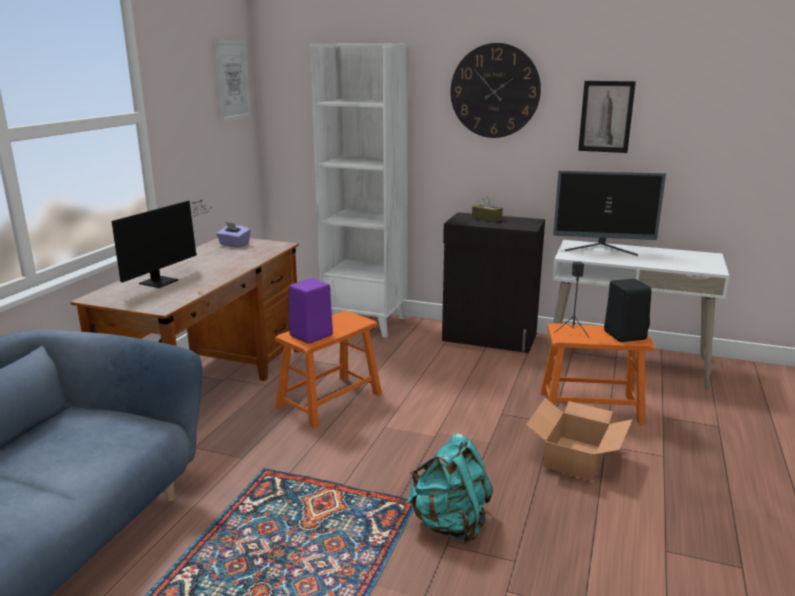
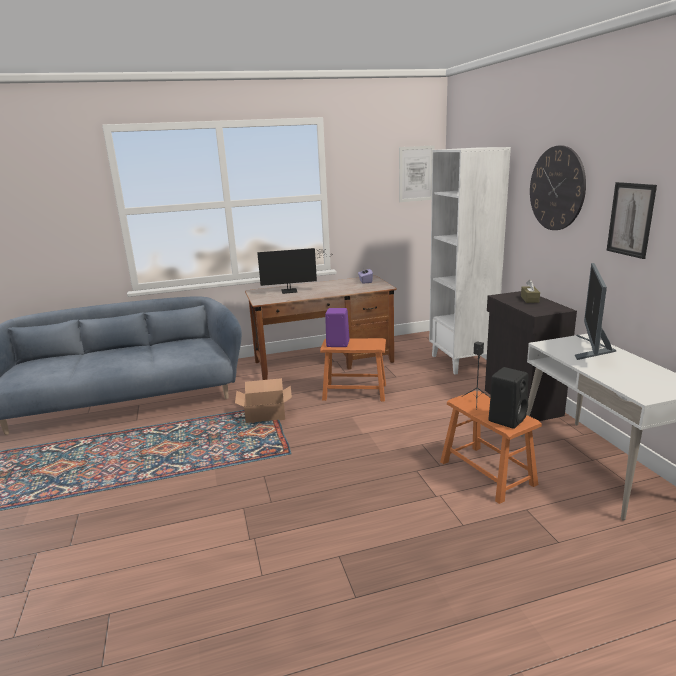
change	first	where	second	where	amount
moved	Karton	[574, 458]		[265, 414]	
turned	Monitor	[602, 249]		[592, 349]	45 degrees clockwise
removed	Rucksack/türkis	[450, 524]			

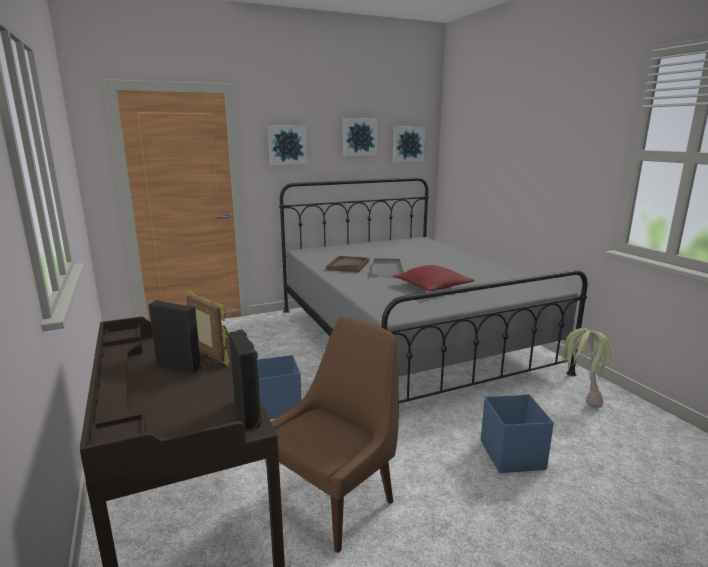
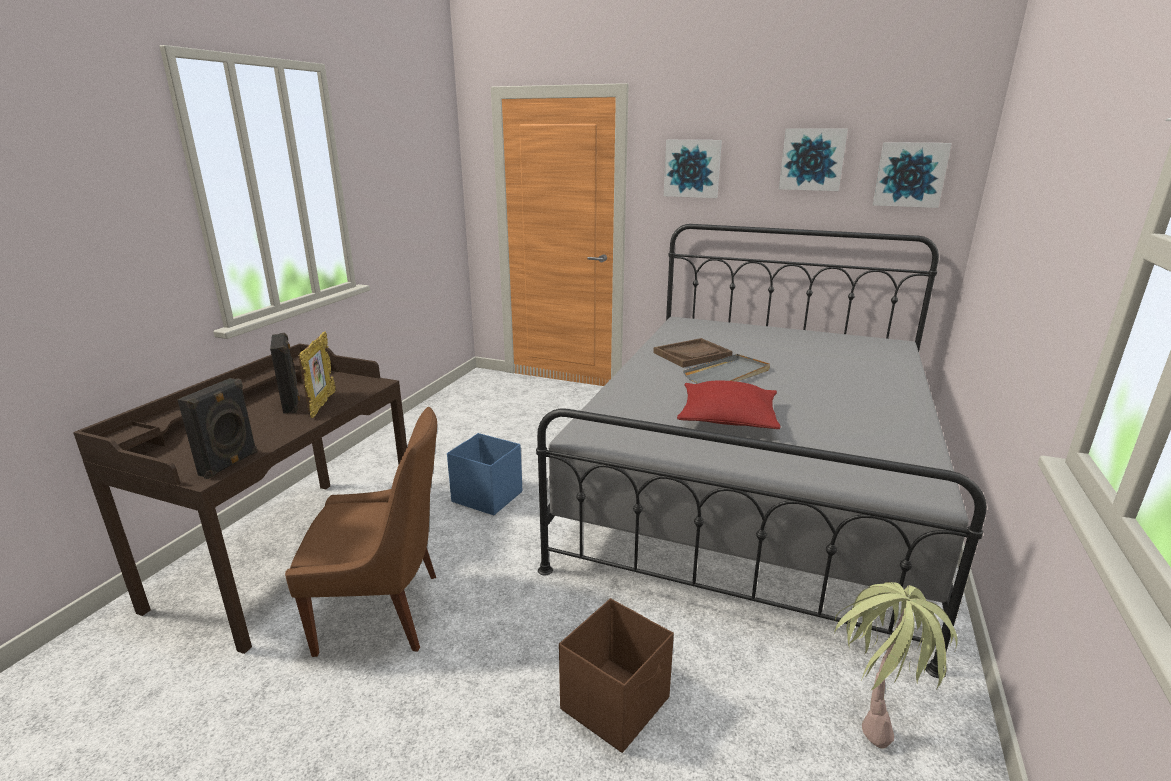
change	first	where	second	where	amount
recoloured	Aufbewahrungsbox/blau	[512, 454]	Aufbewahrungsbox/braun	[616, 703]	

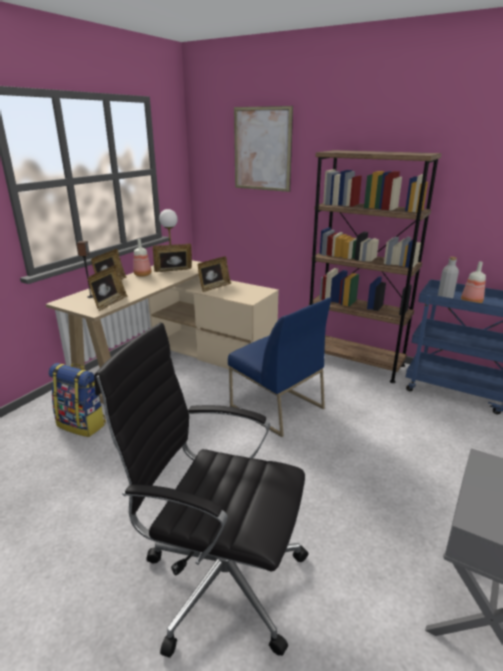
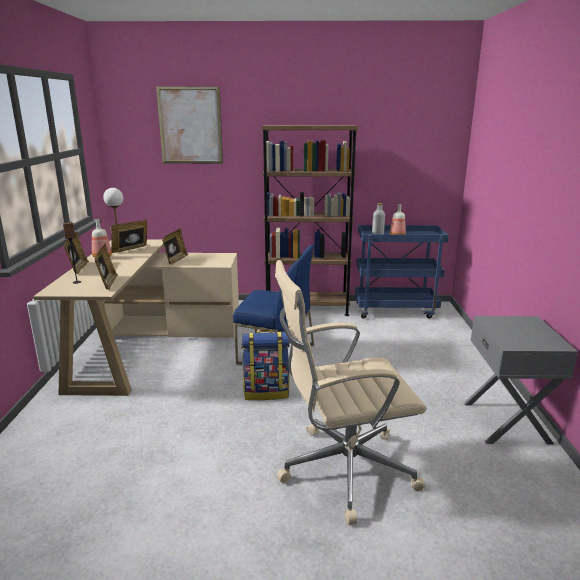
change	first	where	second	where	amount
moved	Rucksack	[82, 424]		[266, 392]	
recoloured	Bürostuhl/schwarz	[220, 578]	Bürostuhl/beige	[343, 470]	

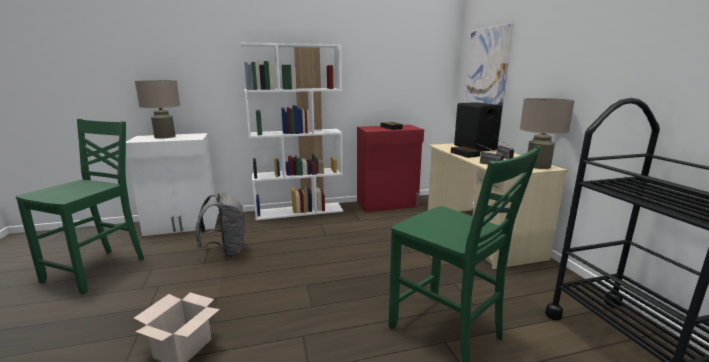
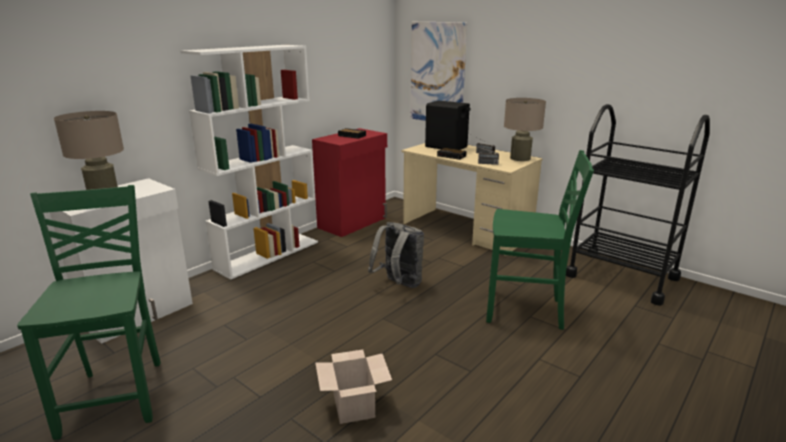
change	first	where	second	where	amount
moved	Rucksack/grau	[226, 251]		[398, 284]	

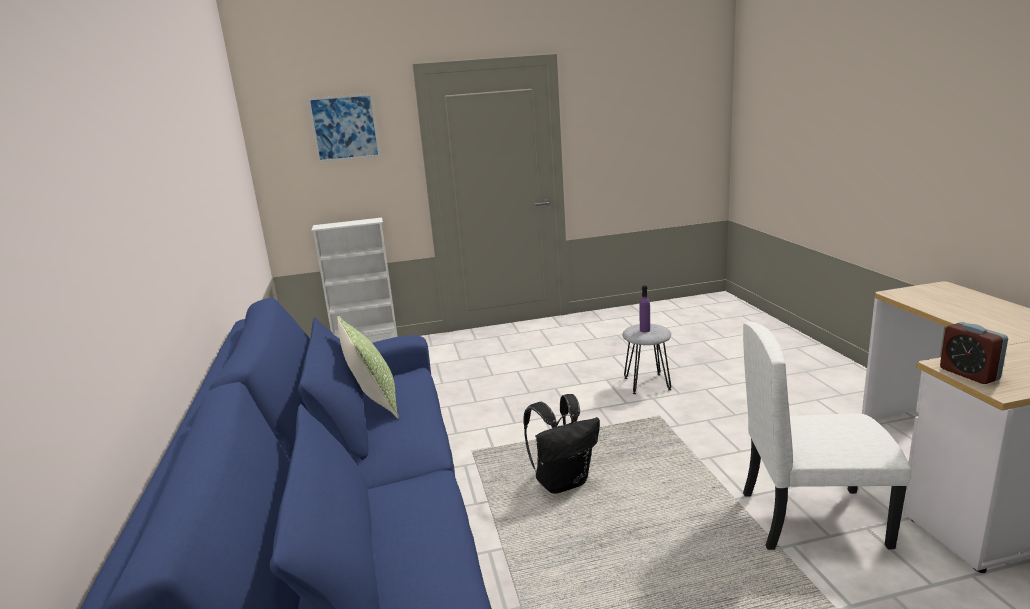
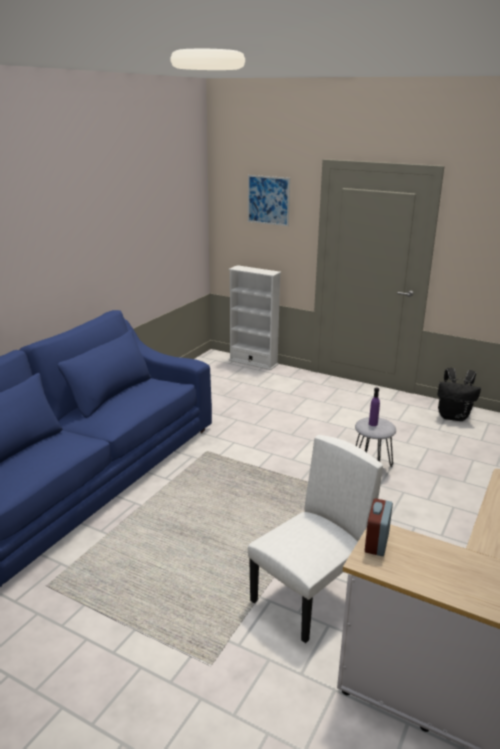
change	first	where	second	where	amount
turned	Stuhl/weiß	[812, 518]		[308, 598]	90 degrees clockwise
moved	Rucksack/schwarz	[563, 482]		[453, 416]	
removed	Kissen	[374, 402]			

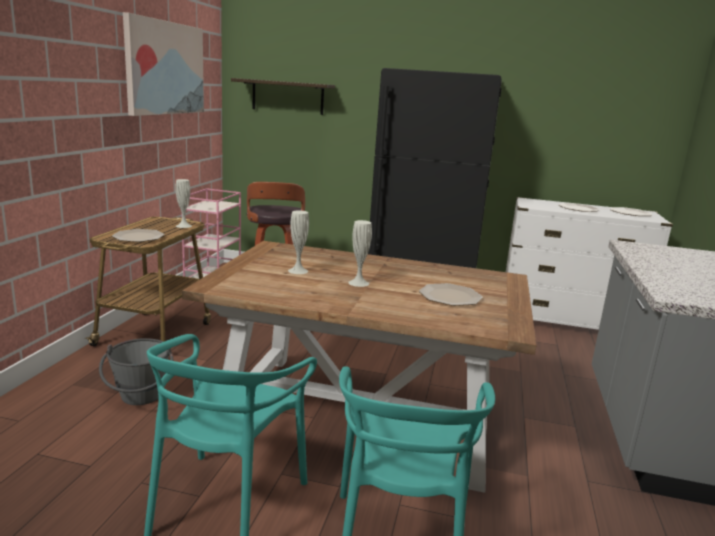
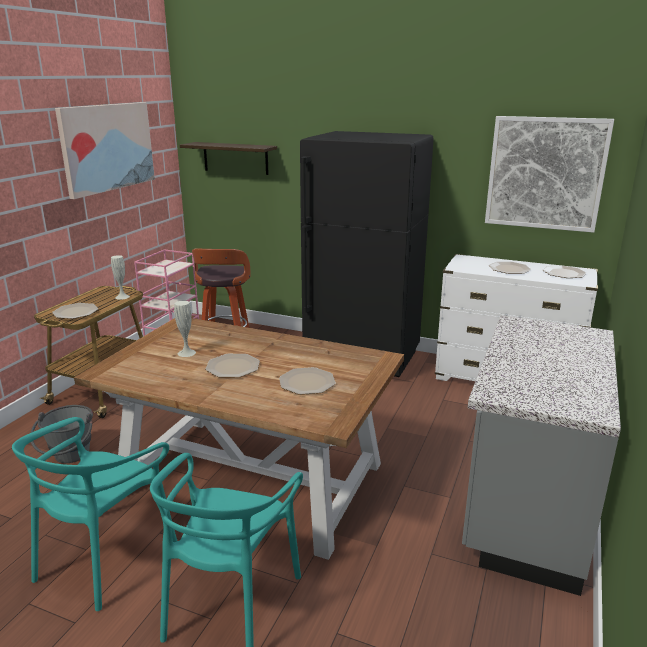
change	first	where	second	where	amount
replaced	Vase/weiß	[358, 283]	Teller	[232, 367]	
added			Bild	[545, 173]	

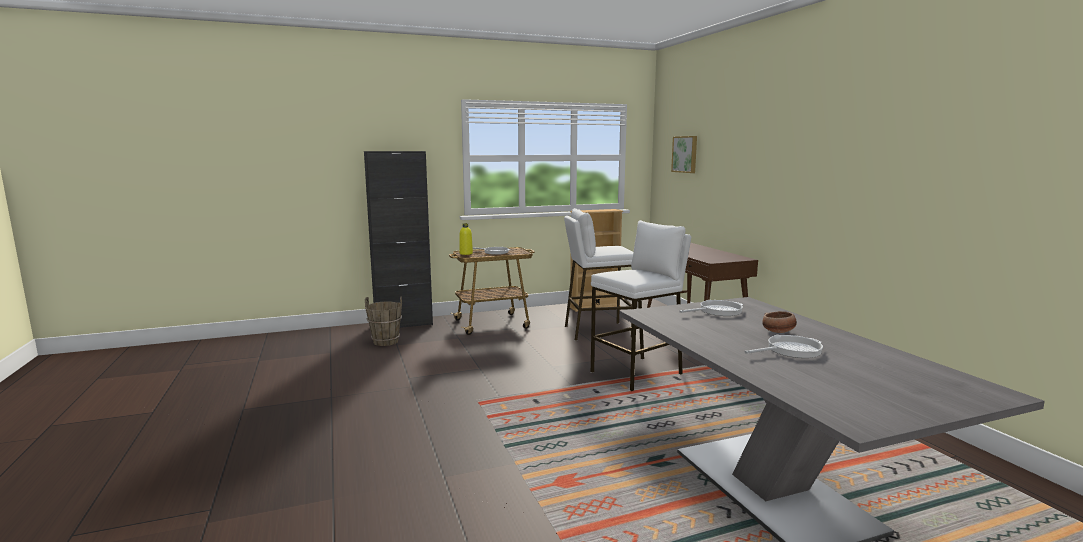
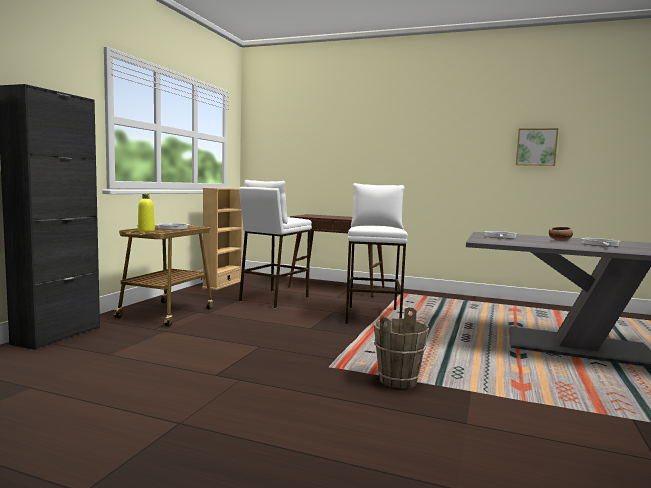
change	first	where	second	where	amount
moved	Eimer/braun	[386, 342]		[398, 381]	
moved	Bild	[685, 154]		[536, 147]	

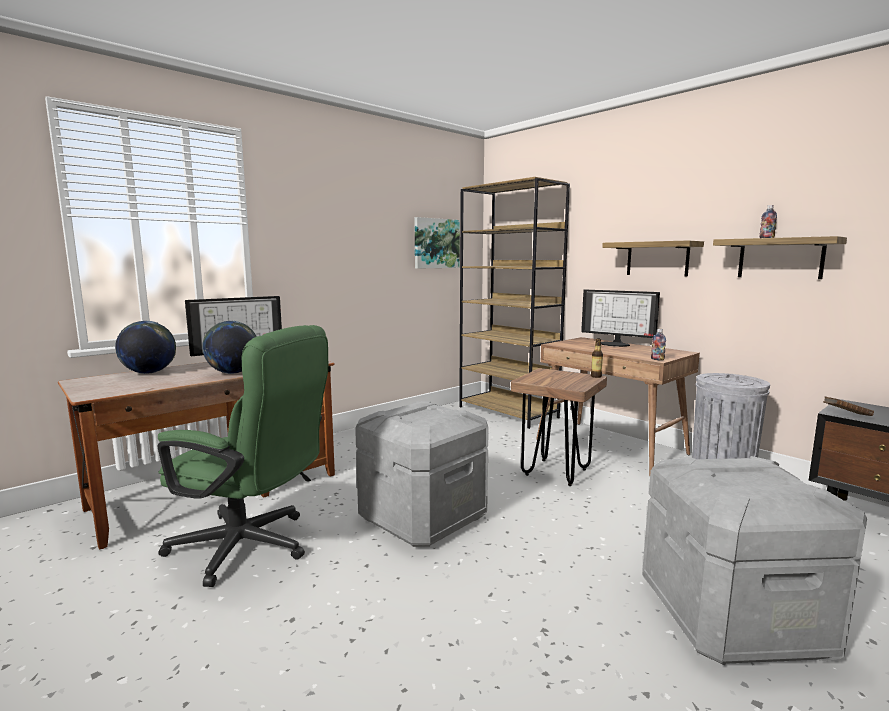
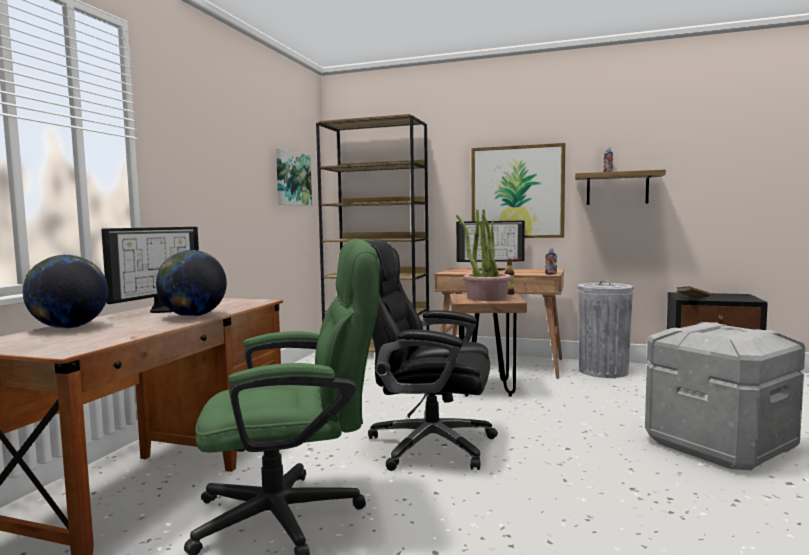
change	first	where	second	where	amount
replaced	Aufbewahrungsbox/grau	[423, 517]	Bürostuhl/schwarz	[427, 445]	
added			Topfpflanze	[486, 298]	
replaced	Wandregal	[657, 259]	Bild	[517, 192]	

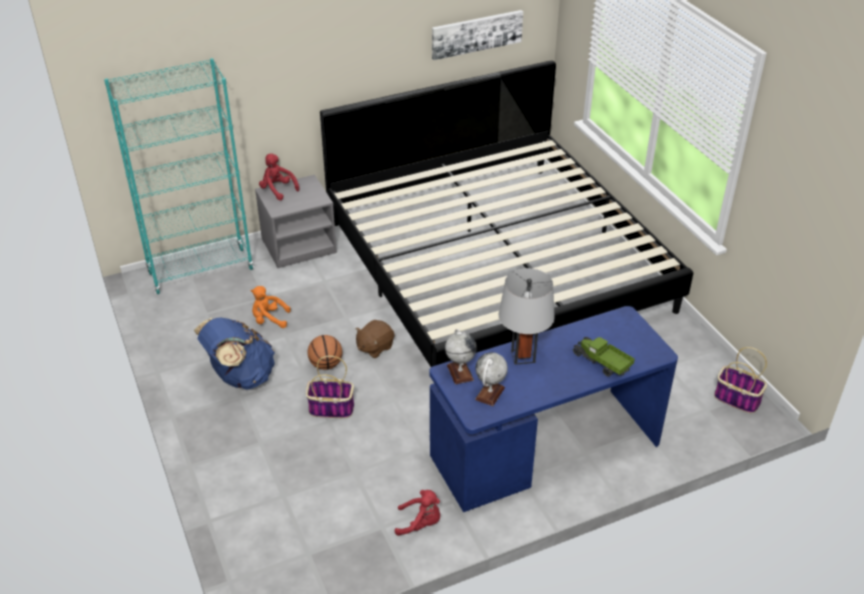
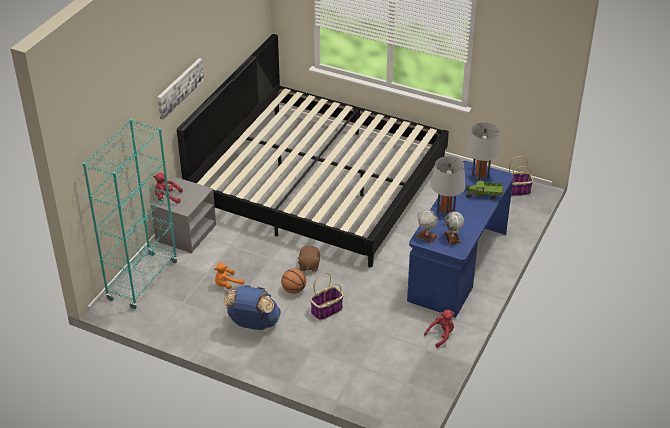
change	first	where	second	where	amount
moved	Bild	[476, 34]		[179, 87]	
added			Tischlampe/grau	[480, 177]	

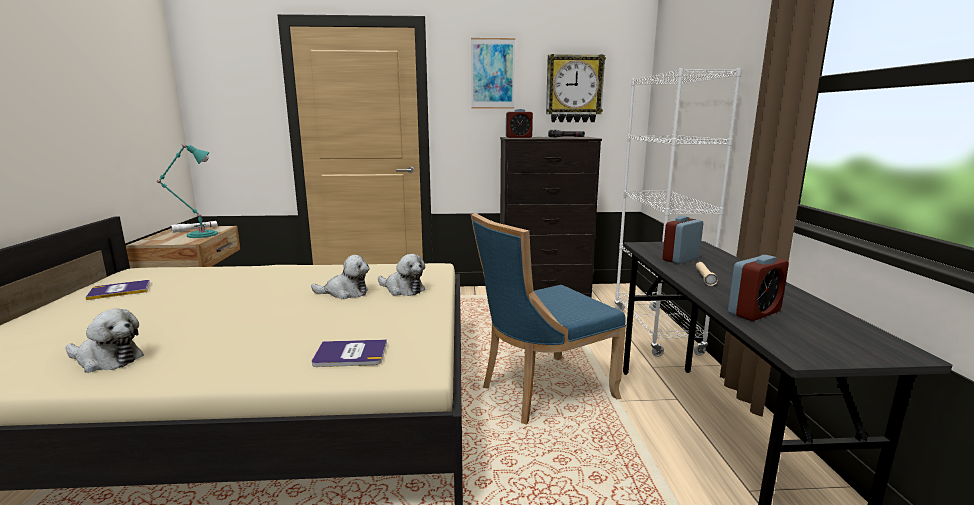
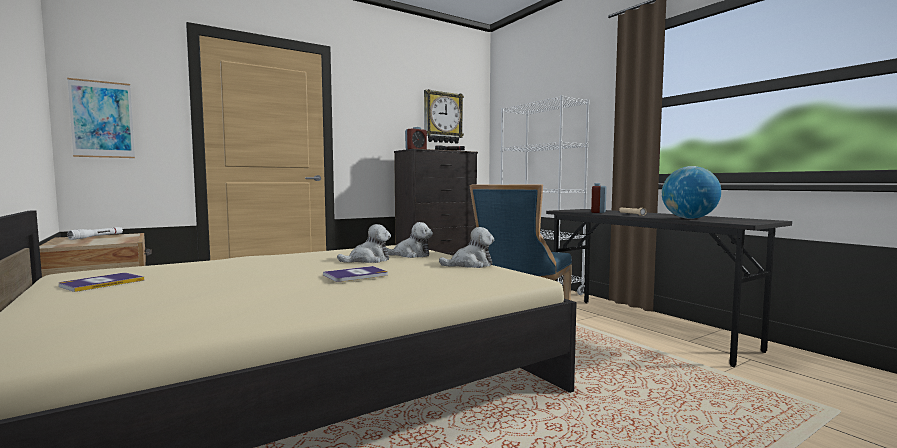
change	first	where	second	where	amount
moved	Bild	[492, 74]		[102, 119]	
moved	Buch	[350, 354]		[356, 275]	
moved	Plüschtier	[107, 360]		[470, 265]	
replaced	Wecker	[754, 312]	Globus	[689, 218]	
removed	Tischlampe/türkis	[199, 235]			

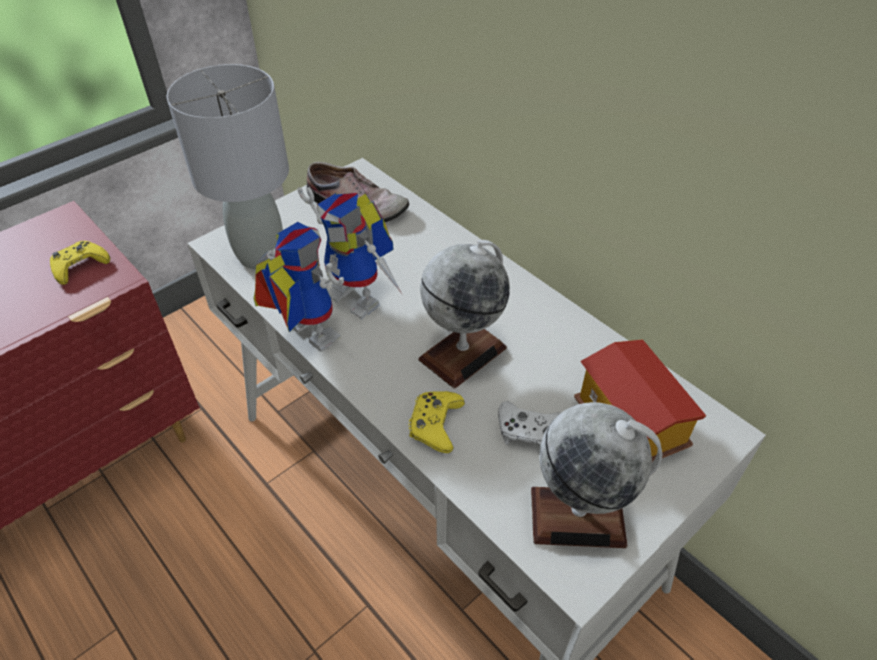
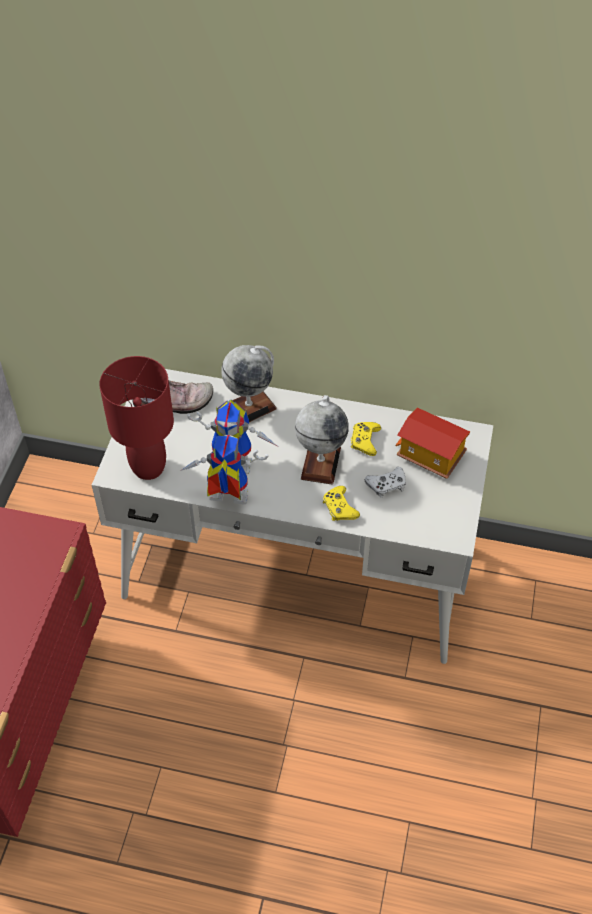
change	first	where	second	where	amount
recoloured	Tischlampe/grau	[259, 255]	Tischlampe/rot	[148, 468]	
moved	Globus	[578, 516]		[249, 407]	
moved	Gamepad/gelb	[80, 266]		[365, 441]	

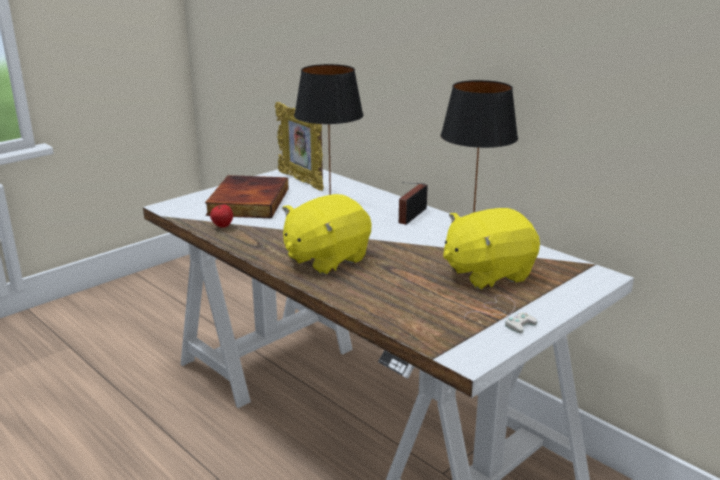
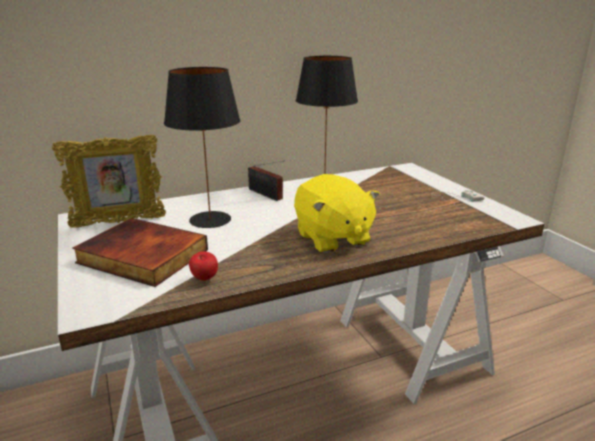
change	first	where	second	where	amount
removed	Plüschtier/gelb	[487, 273]			

